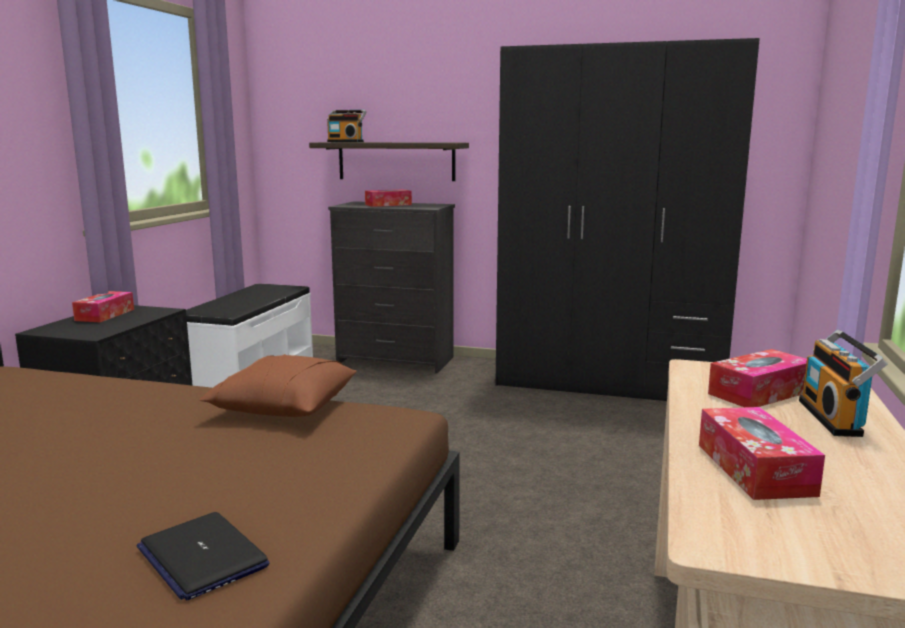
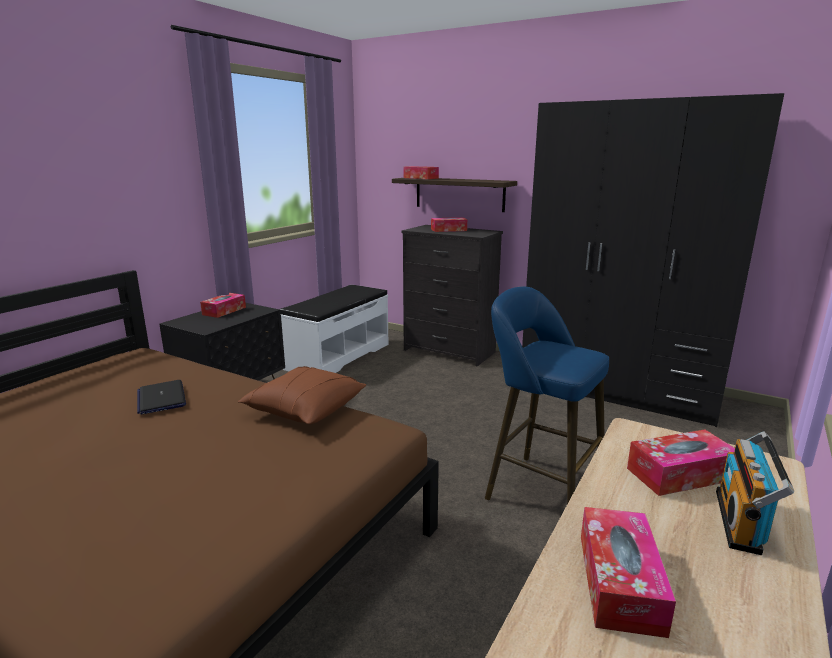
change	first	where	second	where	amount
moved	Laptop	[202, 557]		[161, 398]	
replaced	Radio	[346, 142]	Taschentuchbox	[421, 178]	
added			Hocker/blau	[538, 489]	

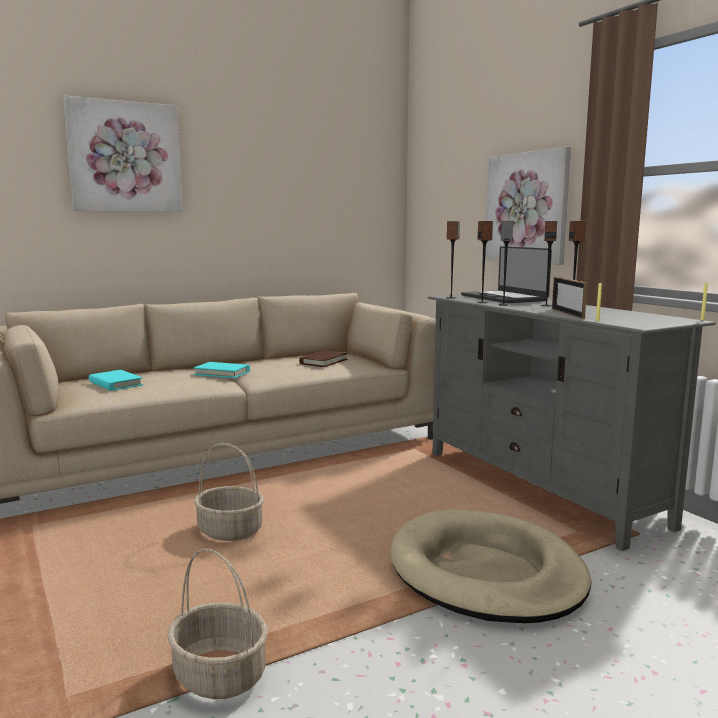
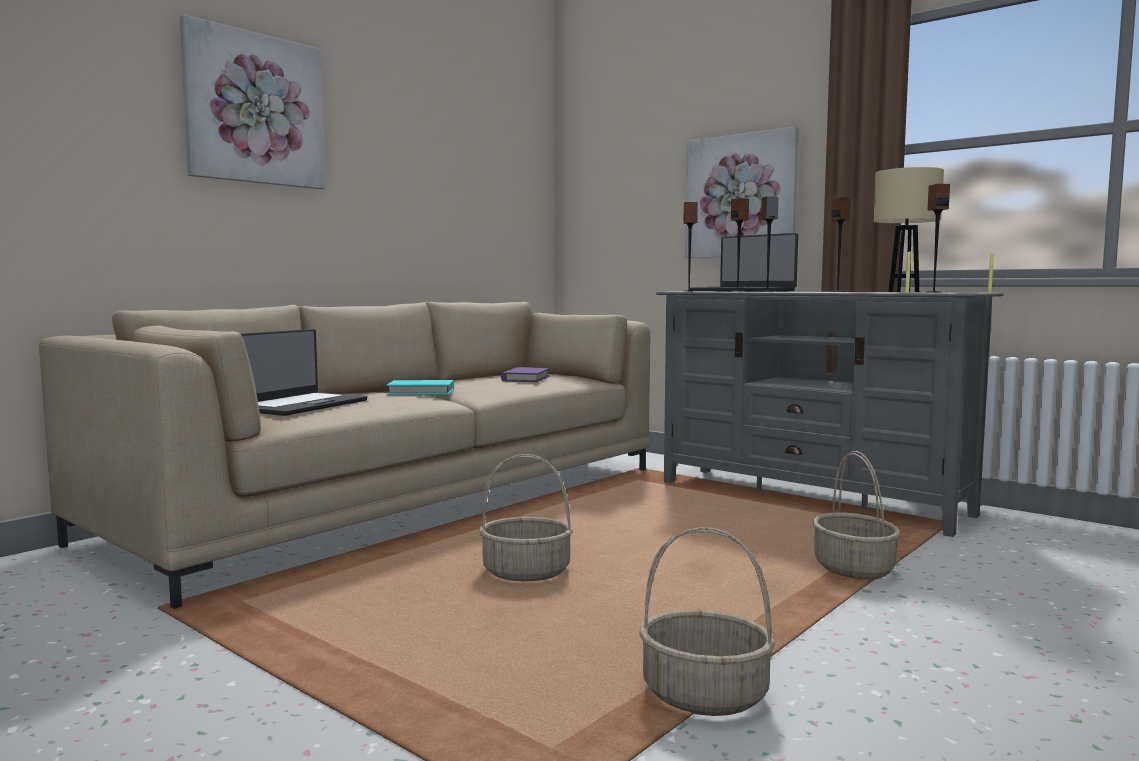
change	first	where	second	where	amount
replaced	Buch/türkis	[115, 383]	Laptop	[299, 405]	
recoloured	Buch/braun	[323, 361]	Buch/lila	[526, 378]	
replaced	Hundebett/beige	[486, 572]	Korb	[854, 569]	
added			Tischlampe/beige	[903, 291]	
moved	Lautsprecher	[546, 305]		[933, 292]	
removed	Bilderrahmen	[567, 313]			

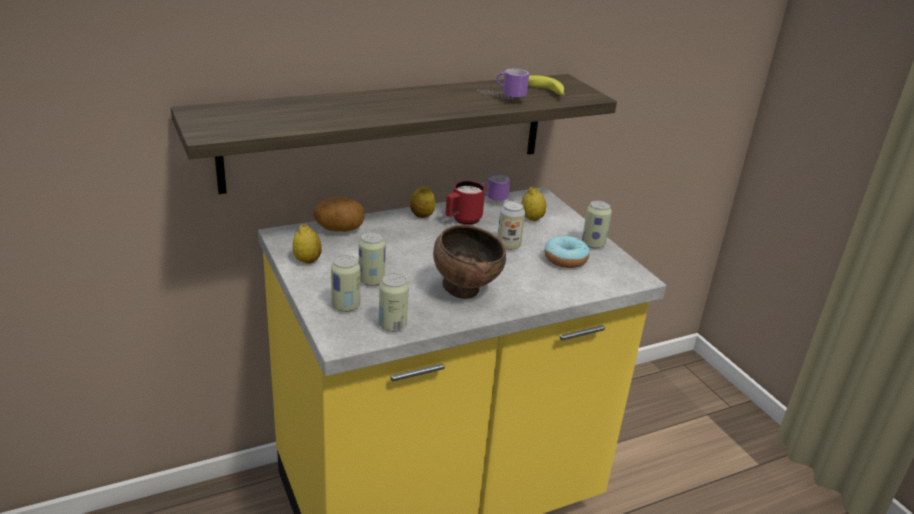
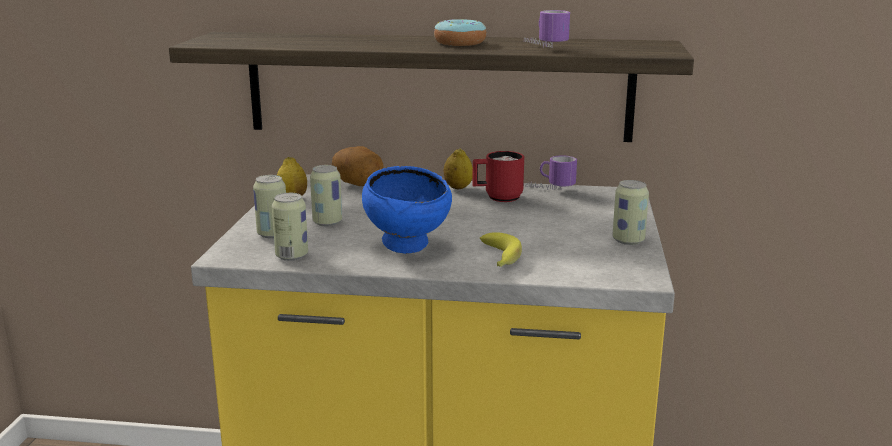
change	first	where	second	where	amount
recoloured	Schüssel/braun	[466, 291]	Schüssel/blau	[409, 248]	
moved	Donut	[565, 259]		[460, 43]	
moved	Banane	[546, 93]		[499, 259]	
removed	Dose	[508, 245]			
removed	Zitrone	[532, 219]			

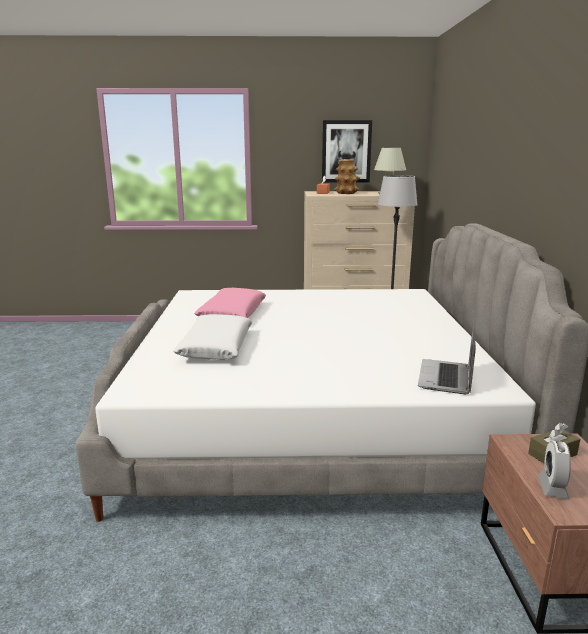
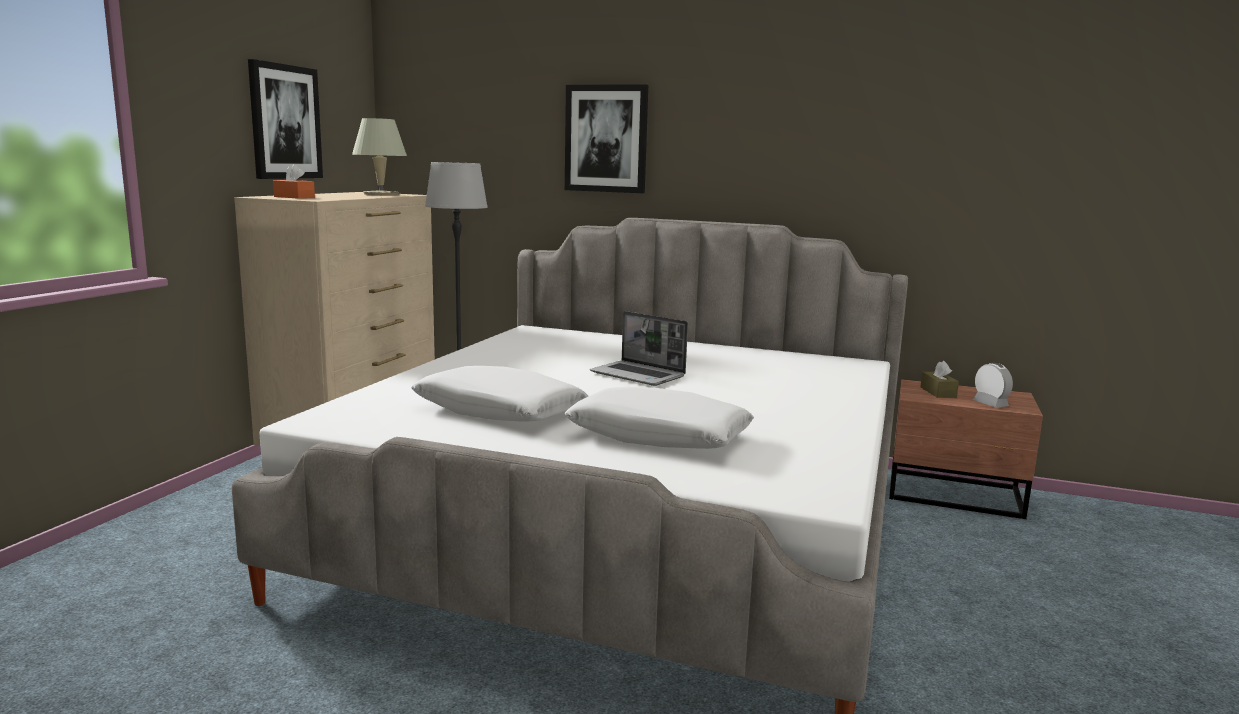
change	first	where	second	where	amount
recoloured	Kissen/rosa	[232, 313]	Kissen/weiß	[499, 411]	
added			Bild	[606, 139]	
moved	Laptop	[446, 378]		[639, 375]	
turned	Wecker	[552, 487]		[990, 404]	150 degrees counterclockwise
removed	Vase	[346, 193]			

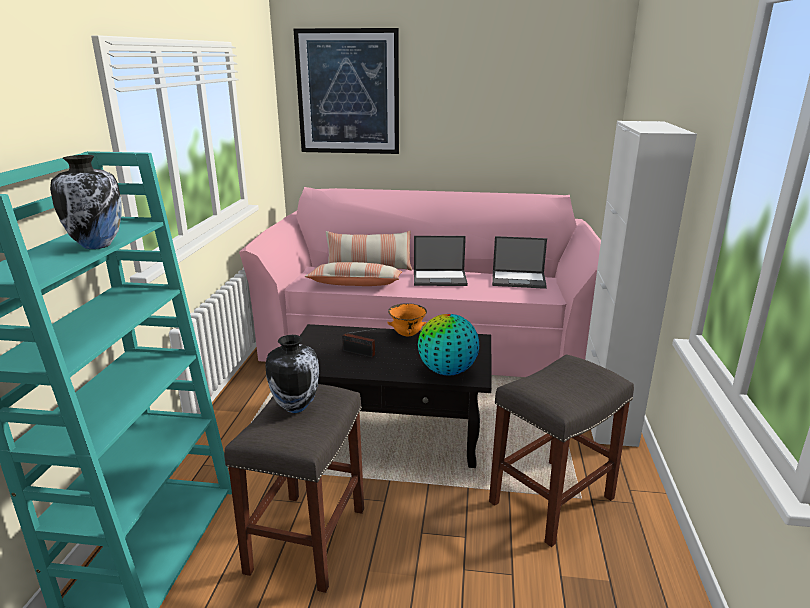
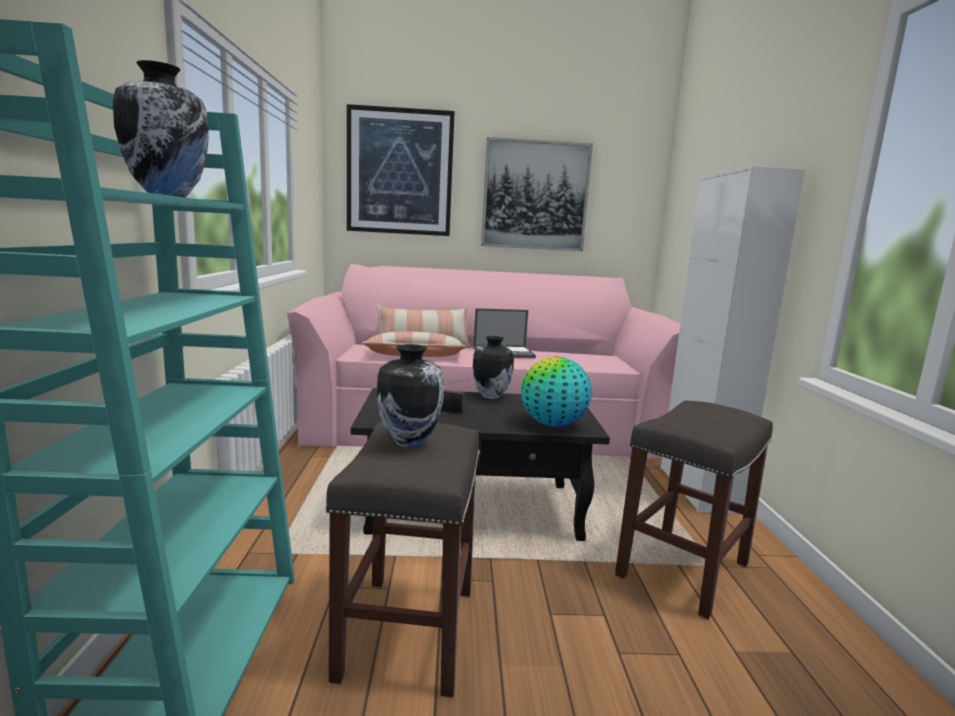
change	first	where	second	where	amount
replaced	Schüssel/orange	[407, 335]	Vase	[490, 396]	
added			Bild	[535, 196]	
removed	Laptop	[519, 279]			

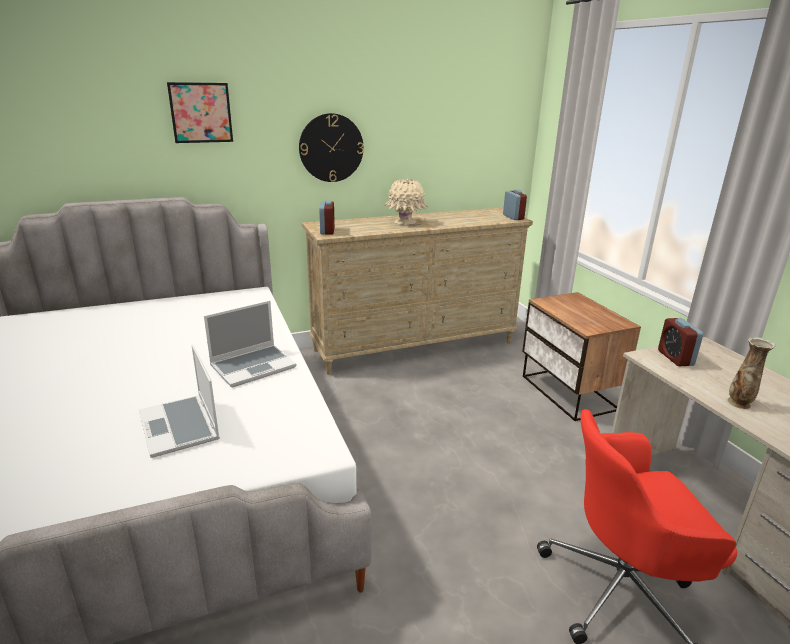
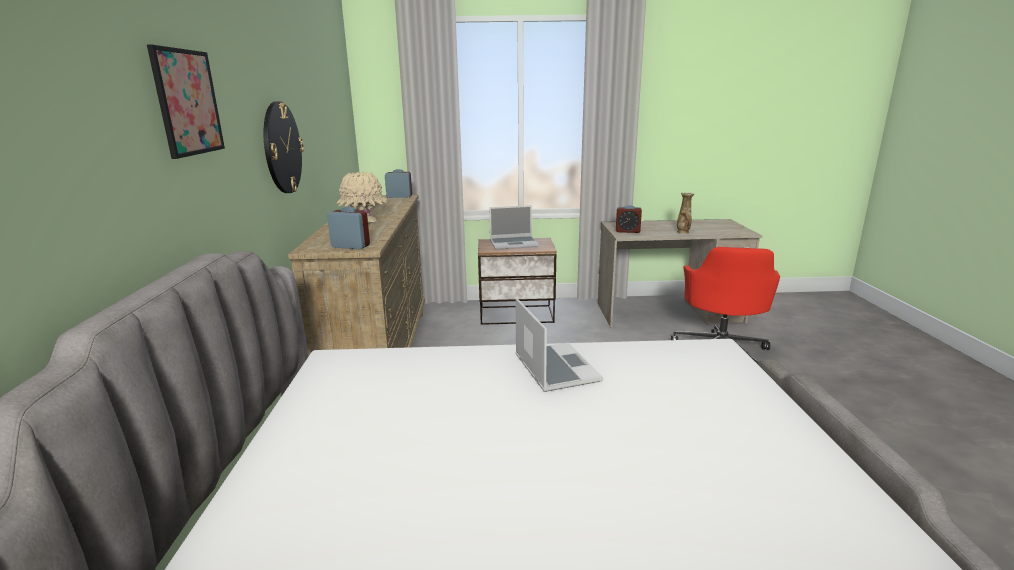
change	first	where	second	where	amount
moved	Laptop	[180, 427]		[514, 243]	

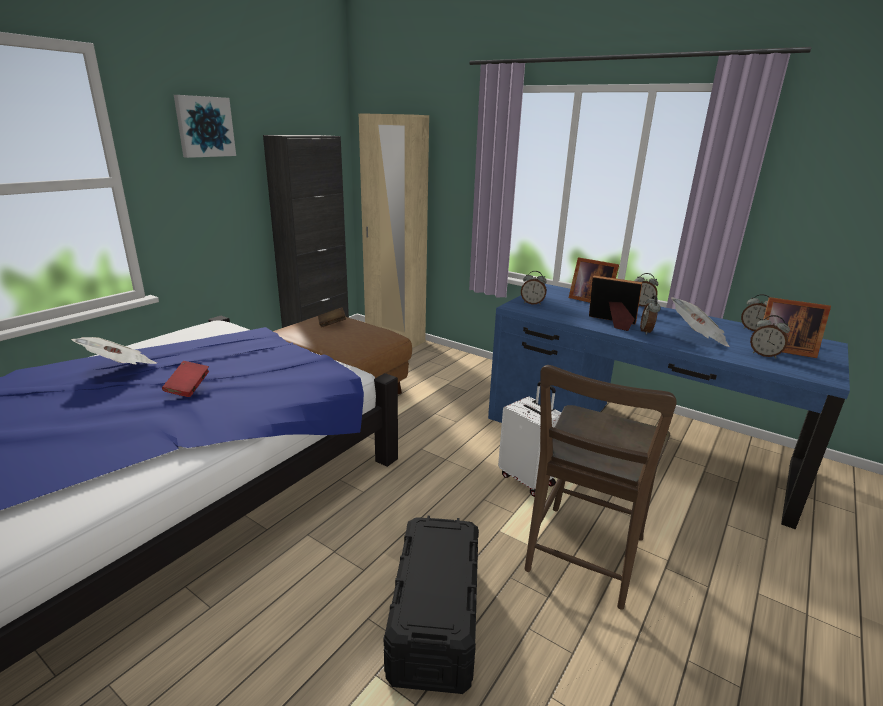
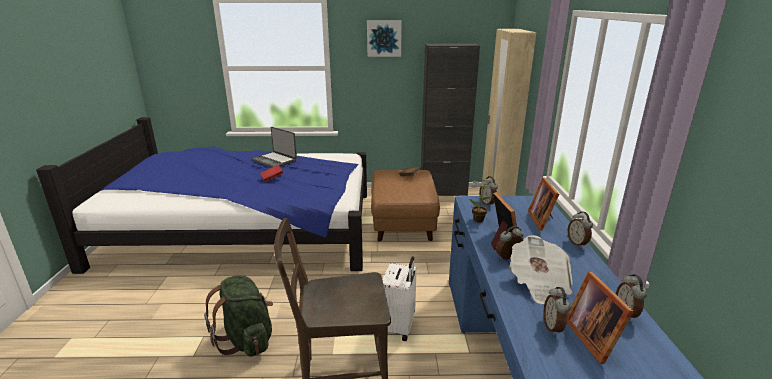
change	first	where	second	where	amount
replaced	Aufbewahrungsbox/schwarz	[435, 619]	Rucksack/grün	[247, 339]	
replaced	Zeitung	[120, 367]	Laptop	[275, 160]	
added			Topfpflanze	[480, 220]	

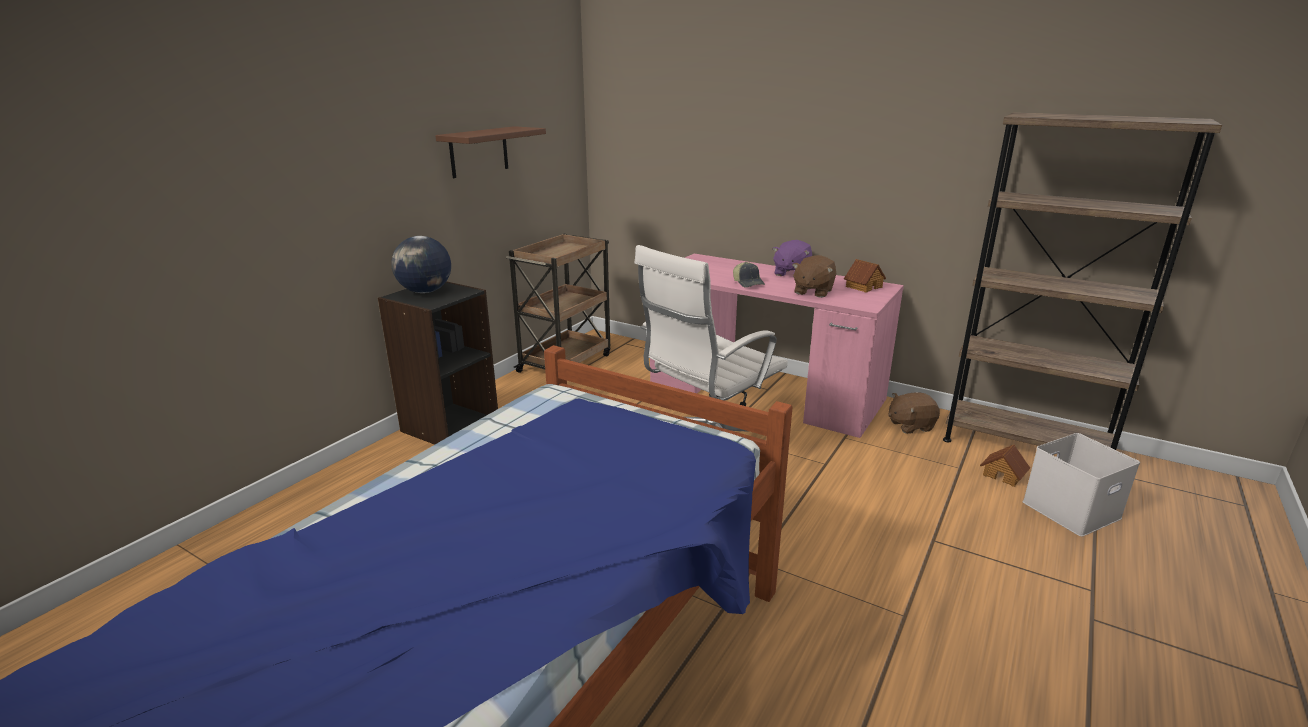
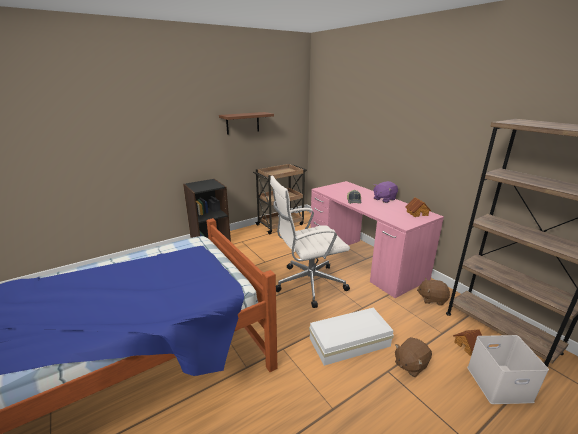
change	first	where	second	where	amount
added			Aufbewahrungsbox/weiß	[351, 342]	
moved	Plüschtier/braun	[812, 291]		[410, 364]	
removed	Globus	[425, 292]			

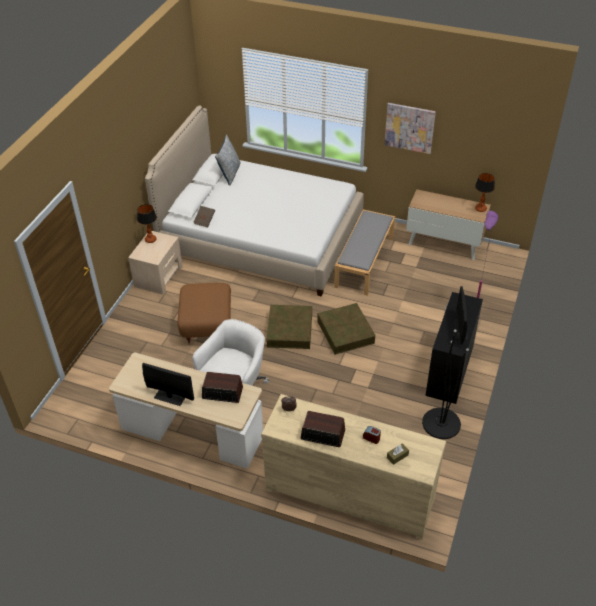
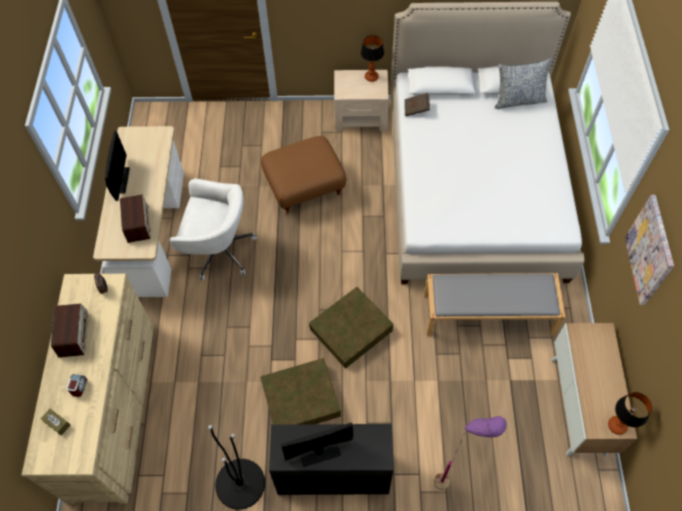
change	first	where	second	where	amount
moved	Aufbewahrungsbox/braun	[290, 330]		[301, 399]	

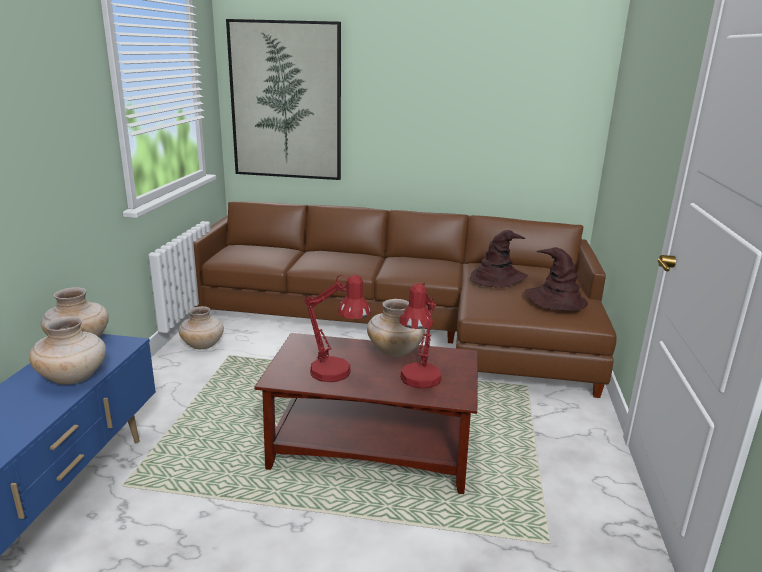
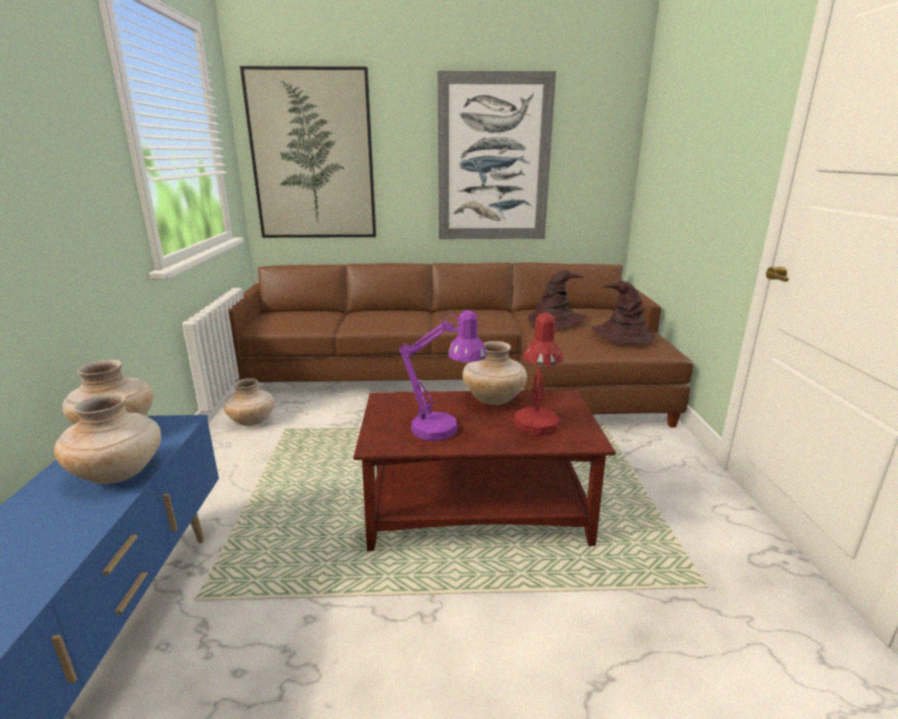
change	first	where	second	where	amount
recoloured	Tischlampe/rot	[337, 375]	Tischlampe/lila	[443, 431]	
added			Bild	[494, 159]	

